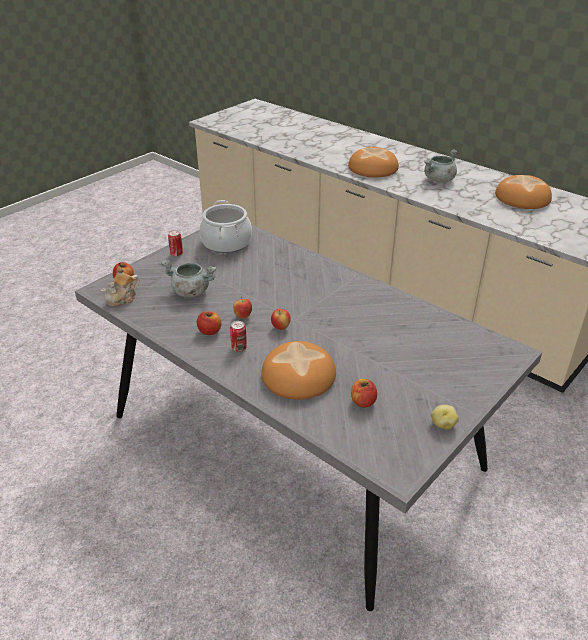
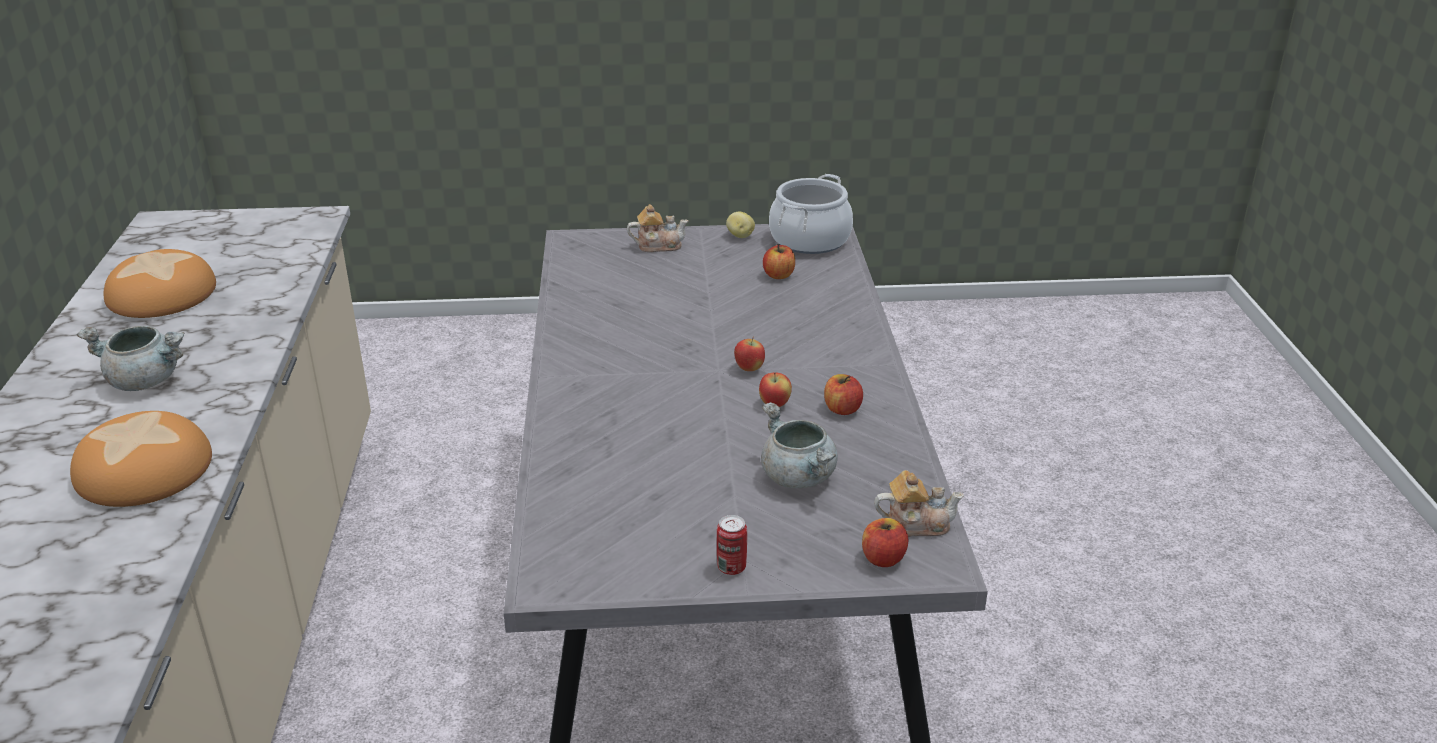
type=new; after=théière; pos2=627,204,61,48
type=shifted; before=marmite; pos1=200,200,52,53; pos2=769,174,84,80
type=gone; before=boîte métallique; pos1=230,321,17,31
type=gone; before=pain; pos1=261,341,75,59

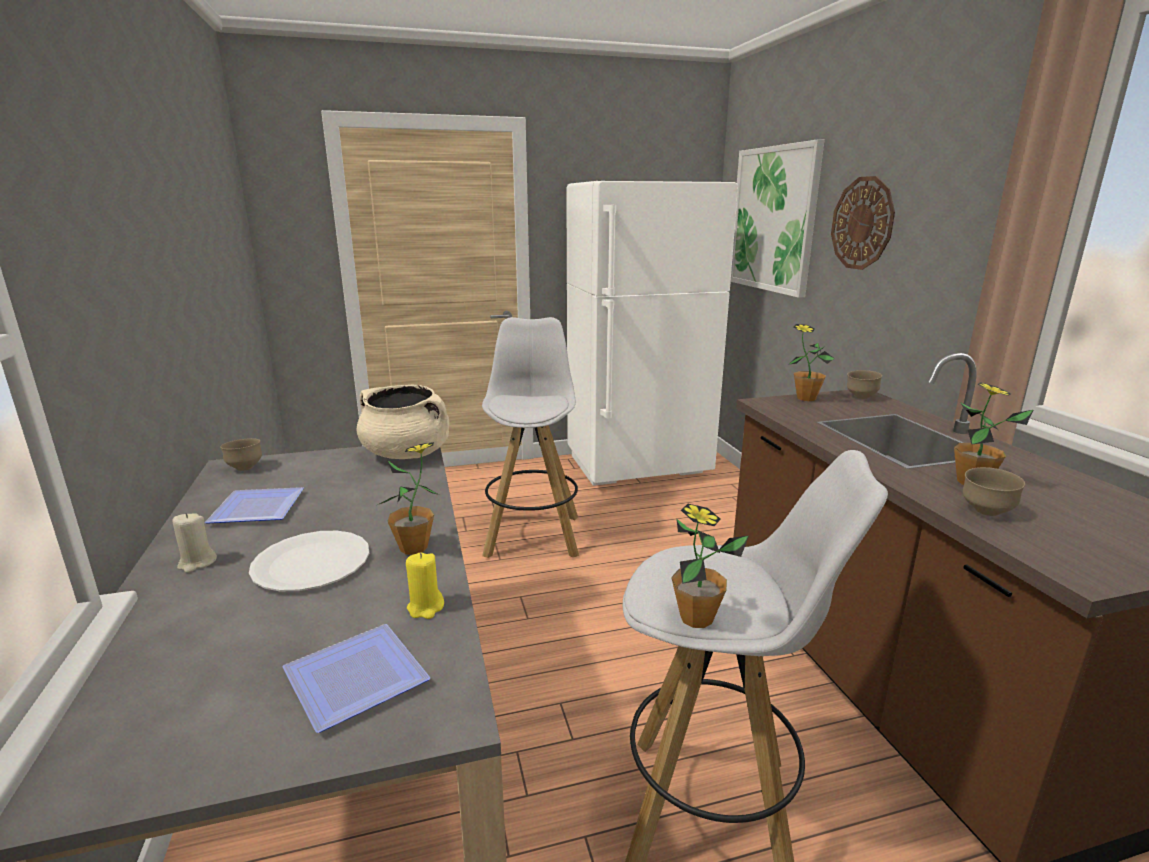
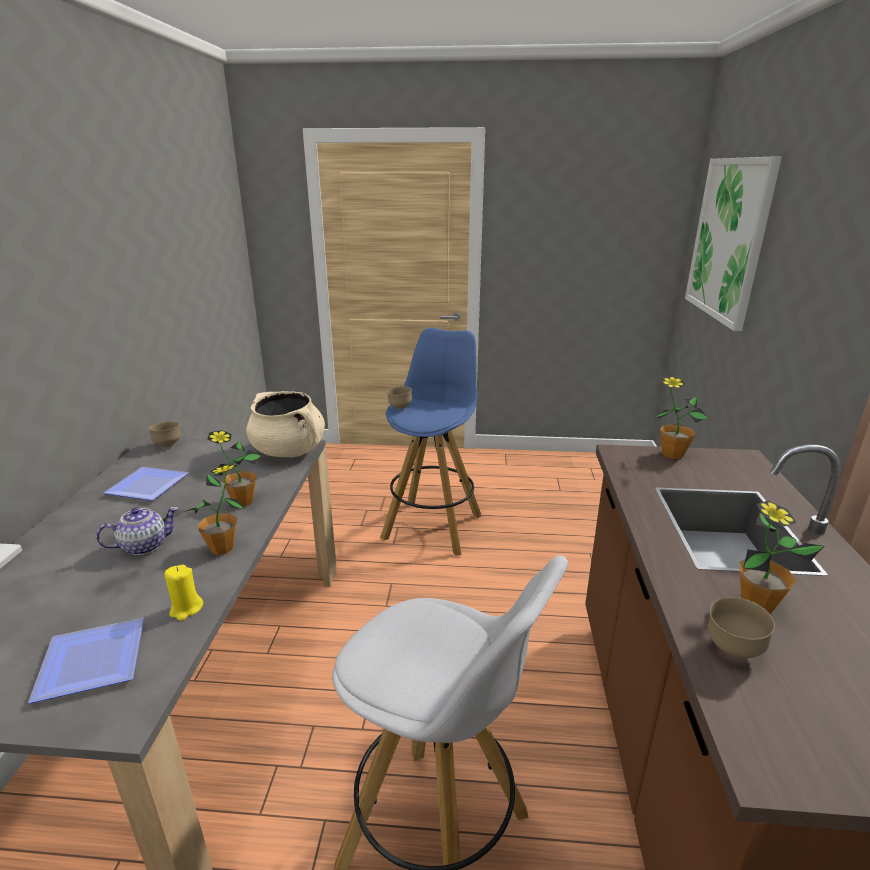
type=swapped; before=assiette/blanc; after=théière; pos1=249,531,120,60; pos2=96,507,83,48
type=shifted; before=plante en pot; pos1=671,504,78,124; pos2=207,430,53,77
type=repainted; before=tabouret/blanc; after=tabouret/bleu; pos1=482,317,97,241; pos2=380,327,102,229
type=shifted; before=bol/marron; pos1=847,370,35,29; pos2=387,386,25,23
type=gone; before=bougie/beige; pos1=172,513,45,60
type=gone; before=réfrigérateur/blanc; pos1=566,181,172,305
type=gone; before=horloge murale; pos1=831,176,64,94

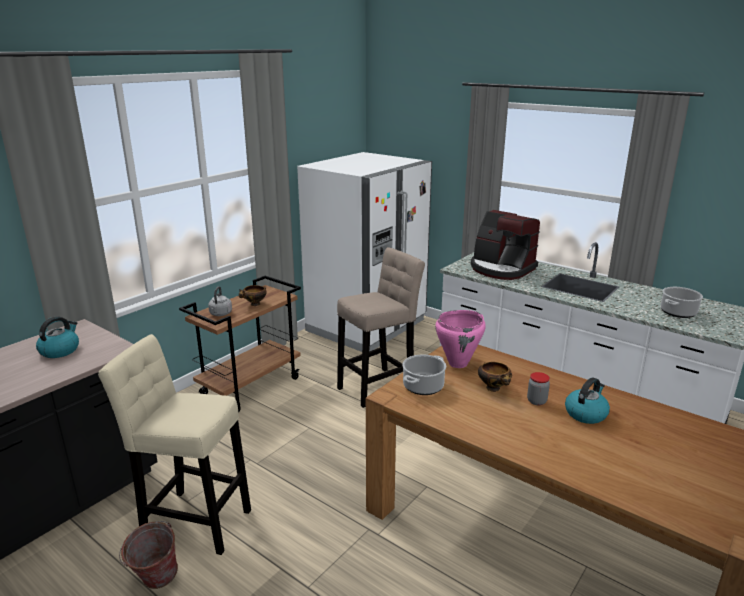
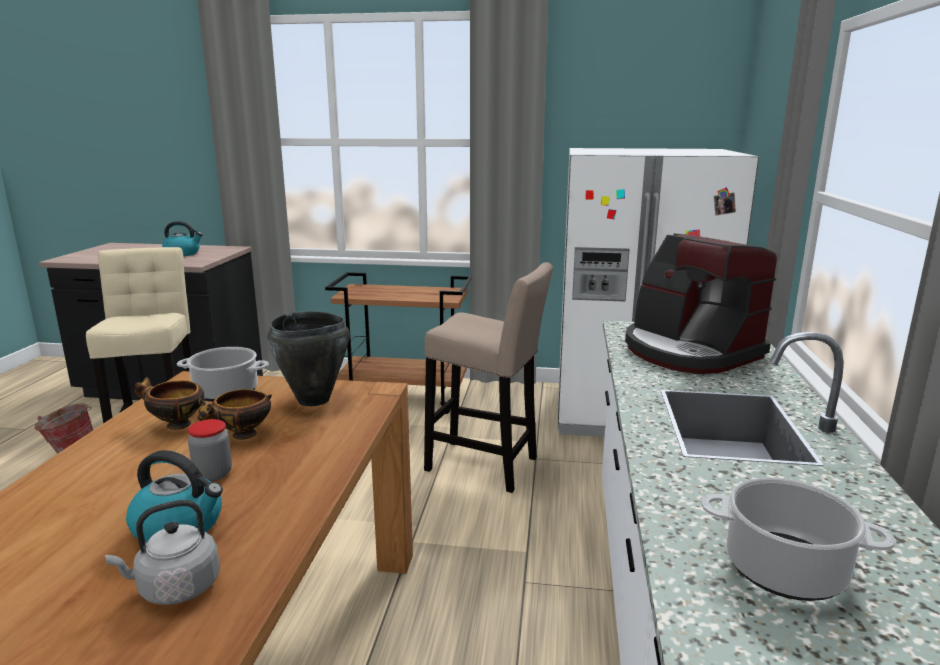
type=shifted; before=bouilloire/gris; pos1=208,286,24,30; pos2=105,500,115,105
type=shifted; before=bol; pos1=239,285,28,21; pos2=134,377,71,53
type=repainted; before=marmite/rose; after=marmite/noir; pos1=435,310,51,58; pos2=267,311,83,95
type=rotated; before=machine à café; pos1=471,210,69,70; pos2=625,234,152,140; turn=-45

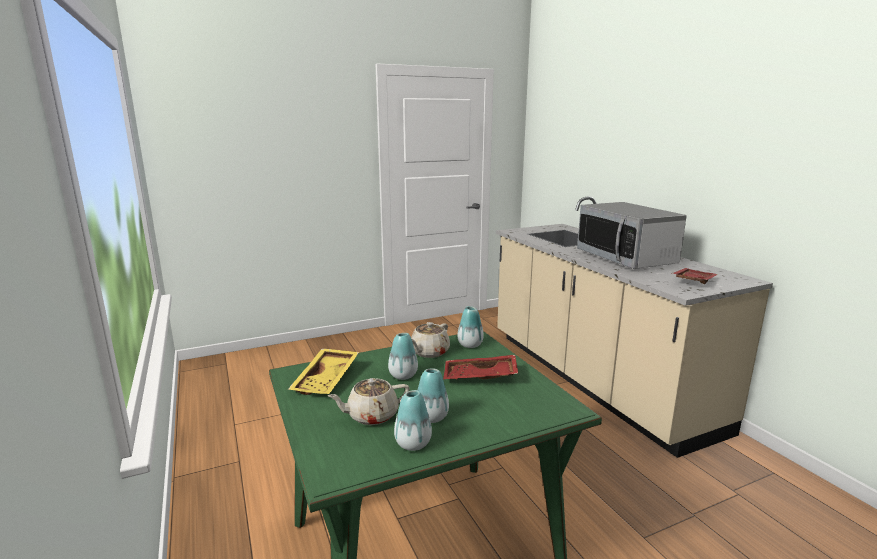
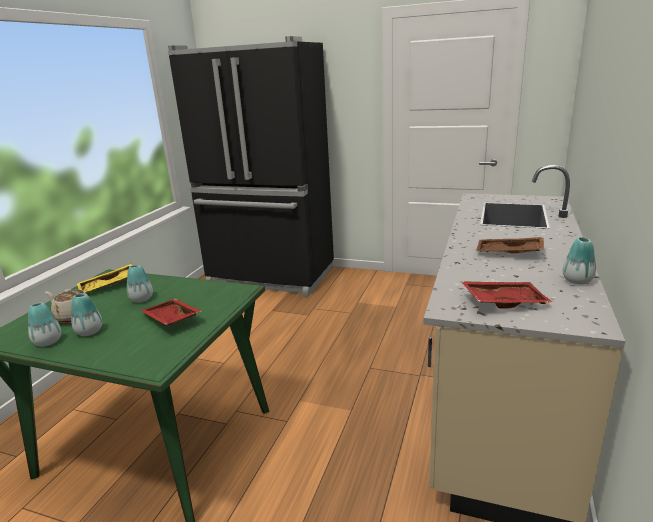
type=new; after=réfrigérateur/noir; pos2=168,36,166,260
type=swapped; before=micro-ondes; after=plateau/marron; pos1=577,202,110,67; pos2=476,237,68,16
type=shifted; before=vase; pos1=457,306,27,42; pos2=563,237,33,47
type=gone; before=théière/beige; pos1=411,322,39,36

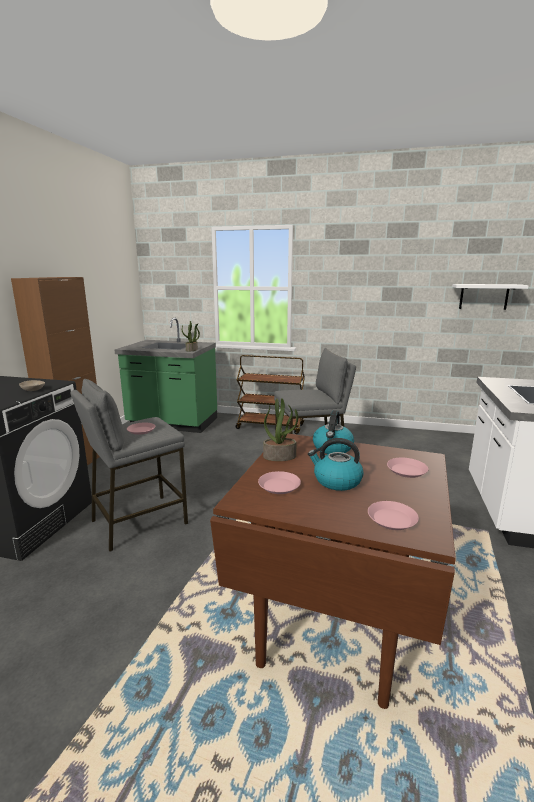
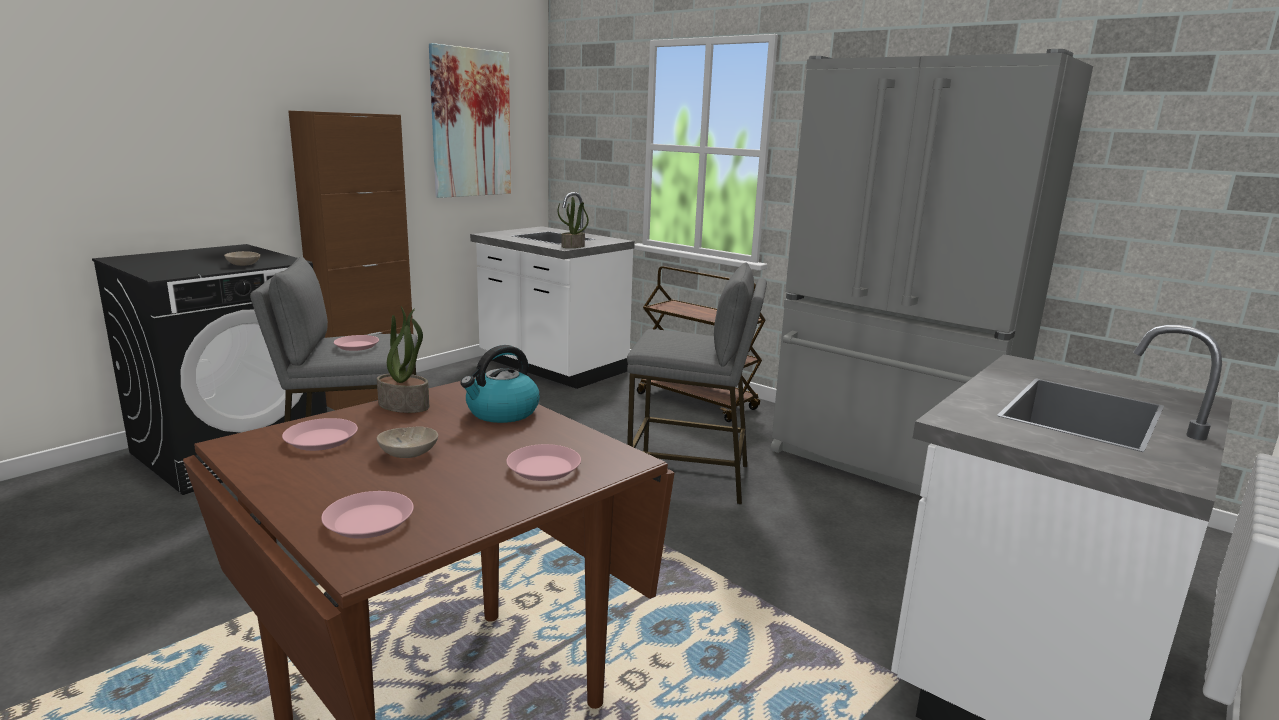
type=swapped; before=bouilloire; after=bol/beige; pos1=308,438,56,53; pos2=377,426,61,32
type=new; after=tableau; pos2=429,43,82,155
type=repainted; before=comptoir de cuisine/vert; after=comptoir de cuisine/blanc; pos1=115,317,102,116; pos2=470,192,165,197
type=new; after=réfrigérateur/gris; pos2=770,49,323,446
type=gone; before=étagère/blanc; pos1=452,284,77,26

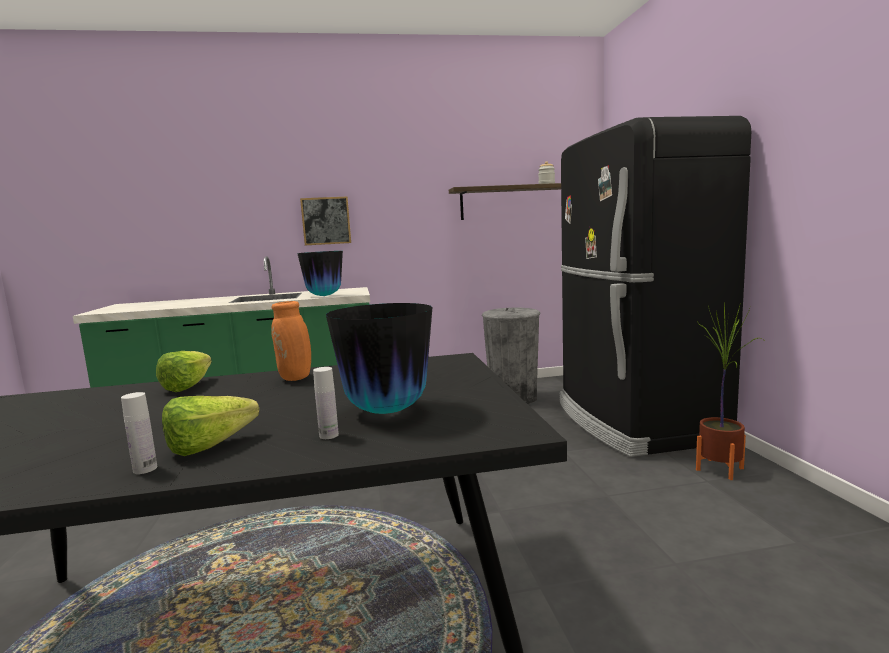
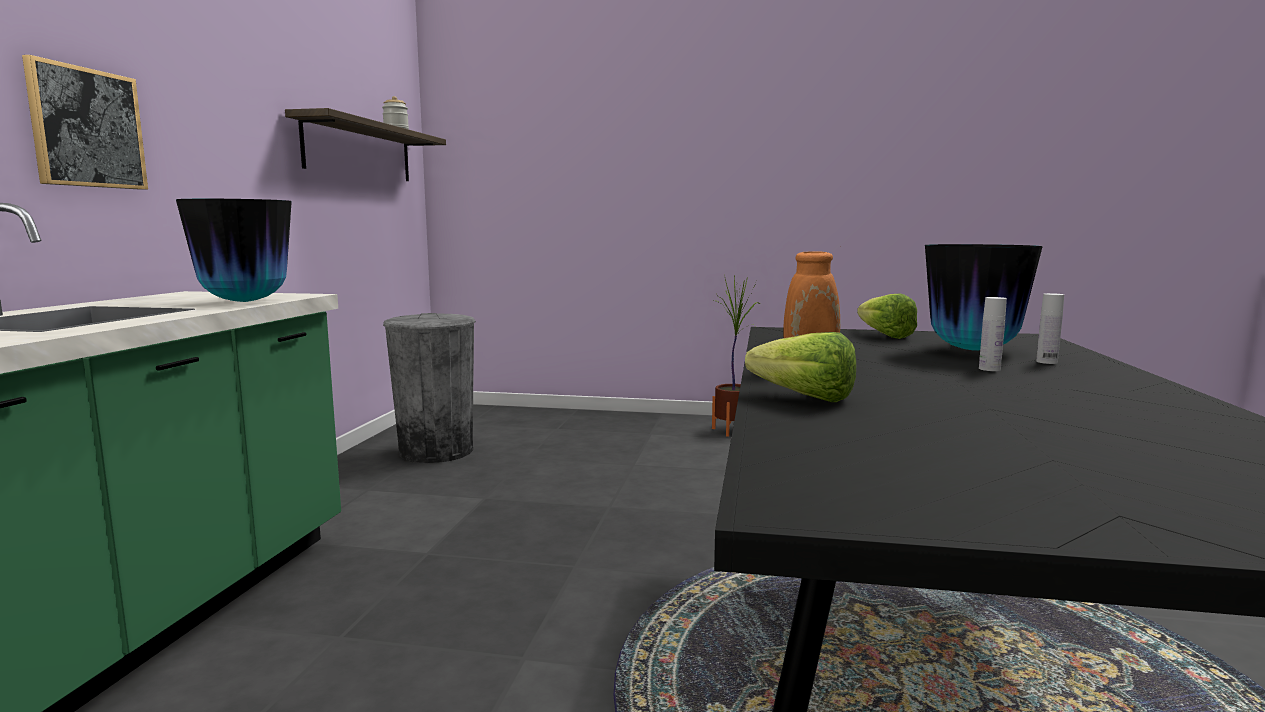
type=shifted; before=laitue; pos1=162,396,97,60; pos2=857,293,60,46
type=shifted; before=bouteille/blanc; pos1=121,392,36,82; pos2=979,297,28,74
type=gone; before=réfrigérateur/noir; pos1=560,116,191,341

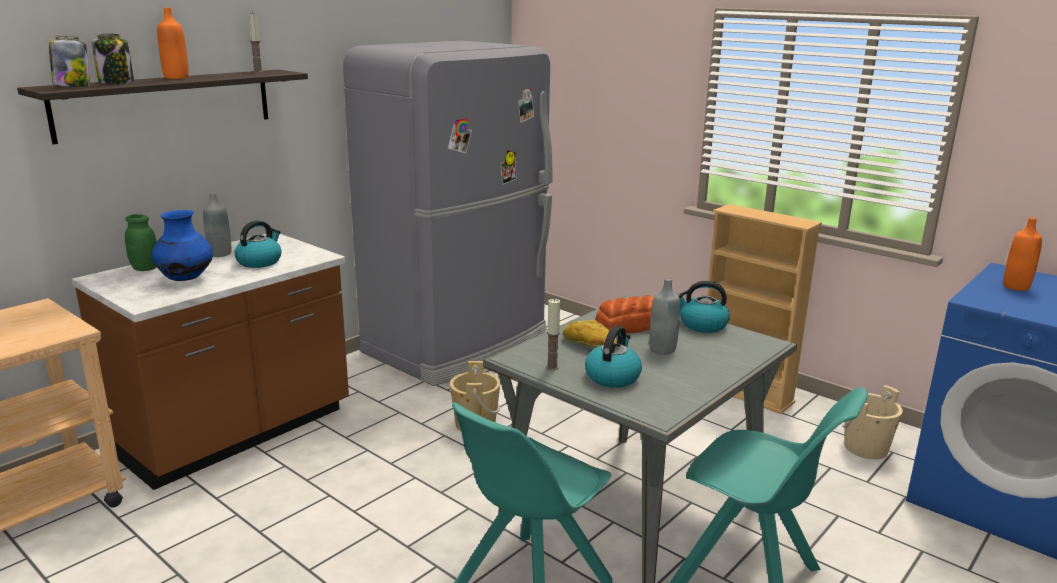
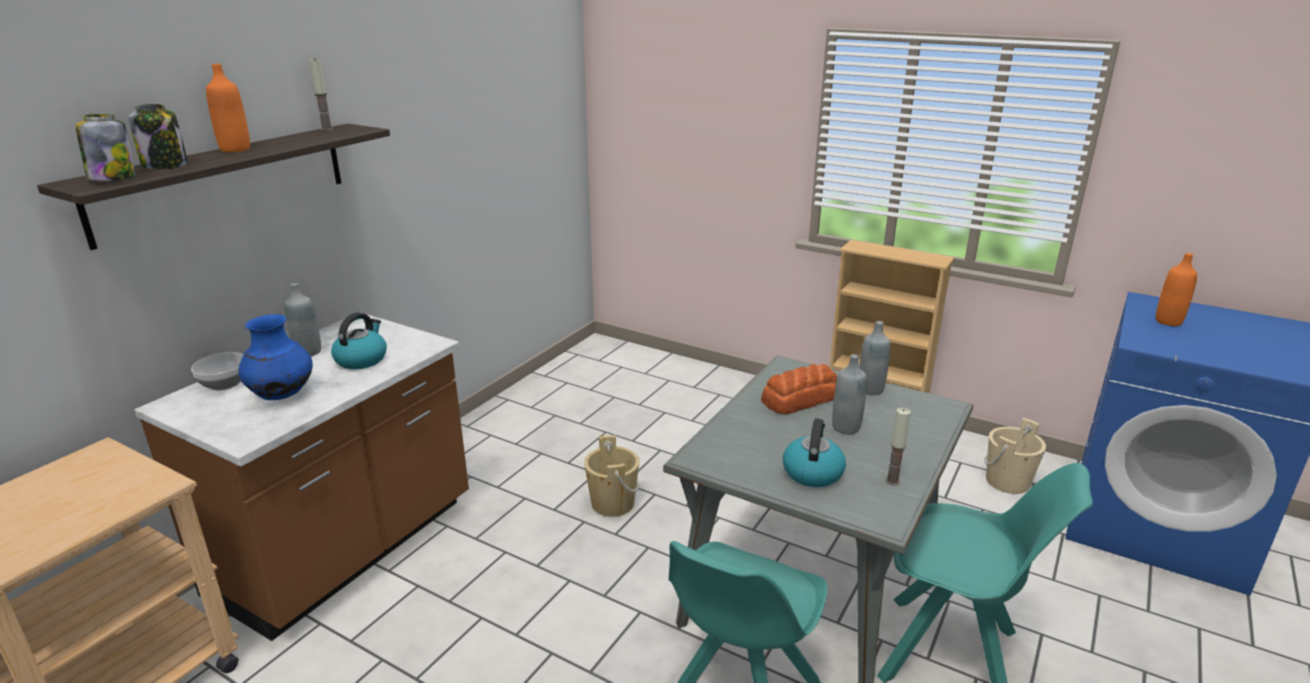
type=swapped; before=bocal/vert; after=bol; pos1=125,214,32,57; pos2=191,352,53,38
type=swapped; before=bouilloire; after=bouteille/gris; pos1=677,281,53,52; pos2=859,321,31,74
type=shifted; before=bougie; pos1=546,299,14,71; pos2=886,408,25,77
type=gone; before=réfrigérateur/gris; pos1=343,41,210,345
type=gone; before=pain; pos1=563,320,54,28

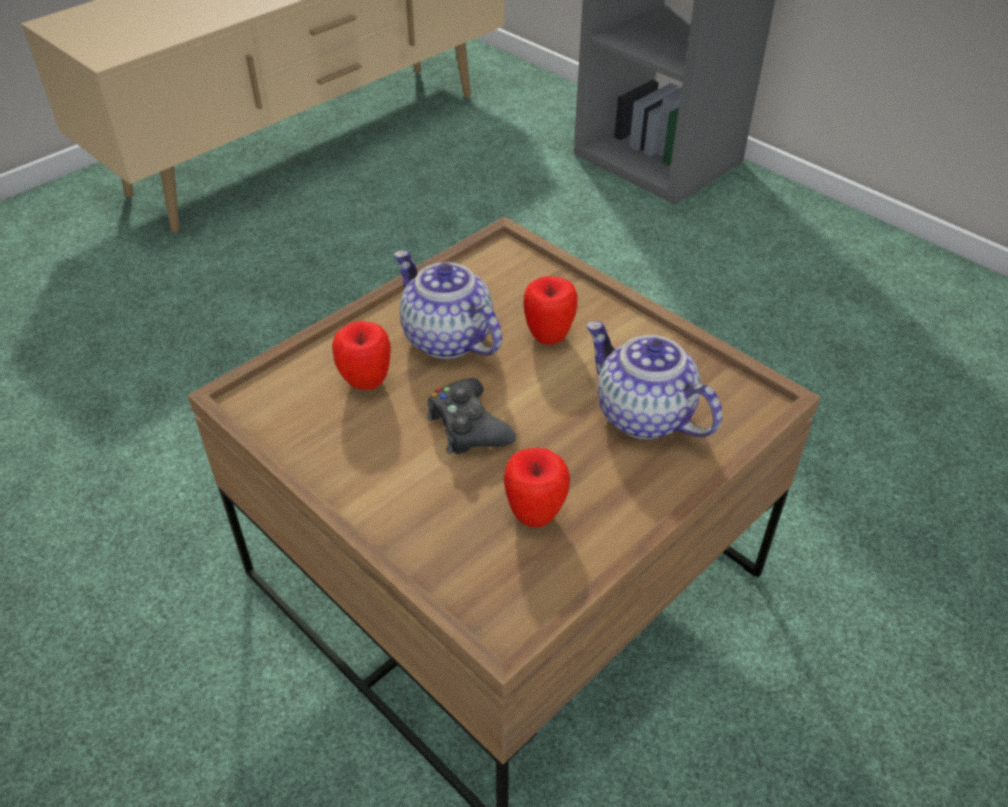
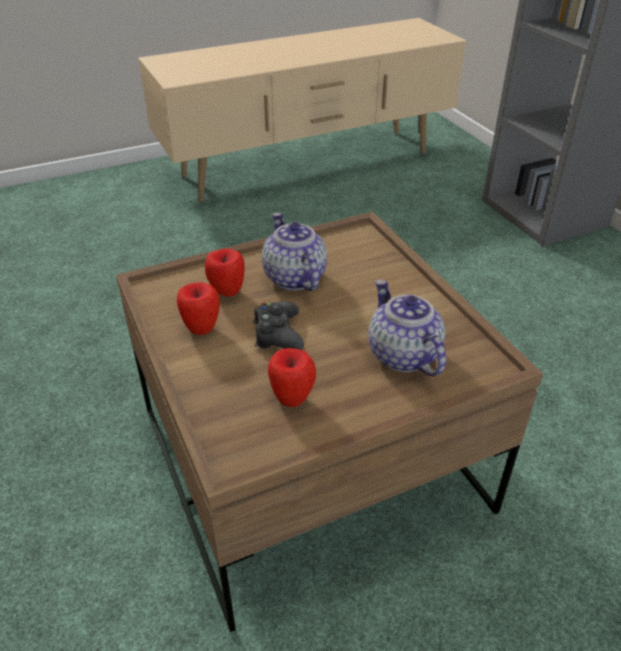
type=shifted; before=pomme; pos1=523,276,55,69; pos2=177,282,43,53

